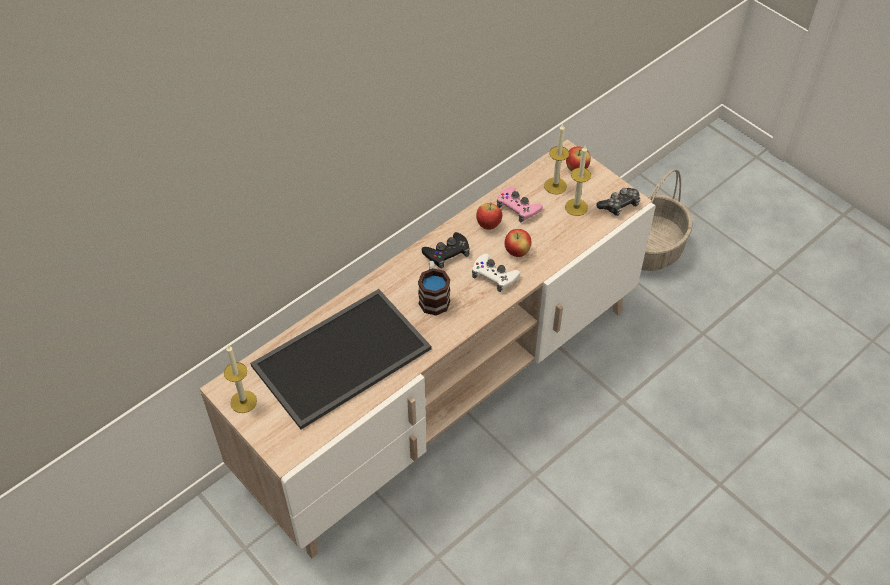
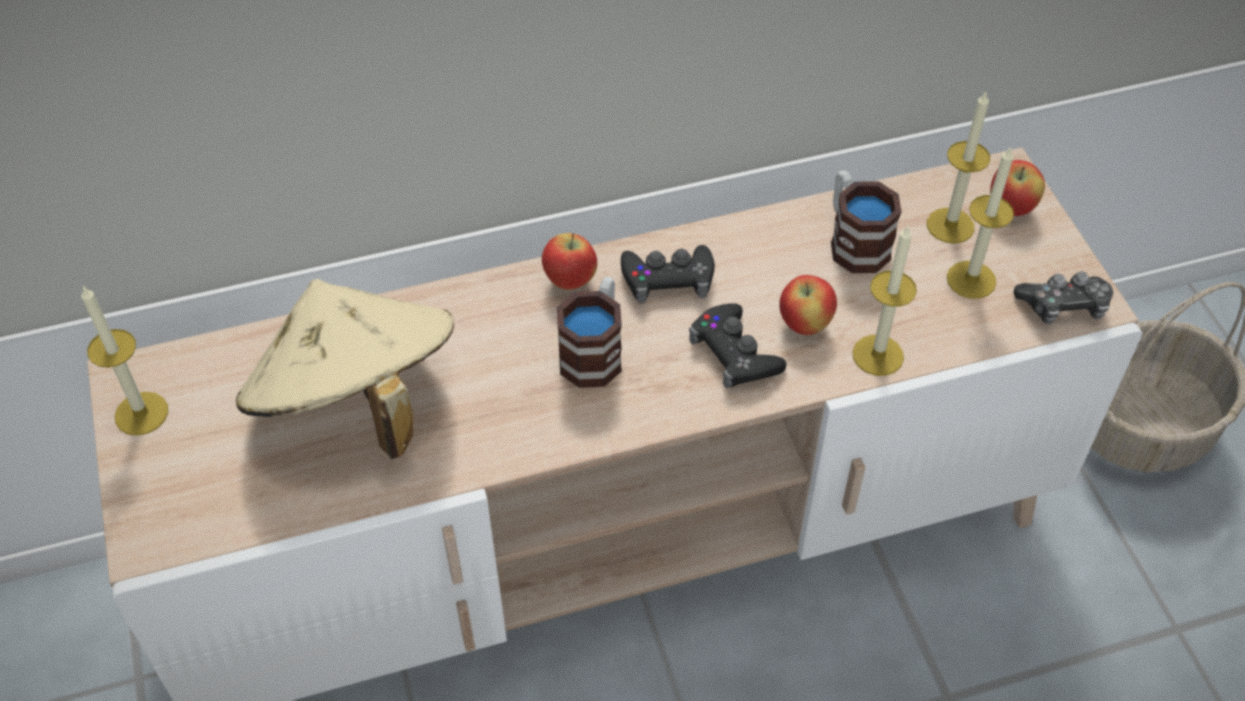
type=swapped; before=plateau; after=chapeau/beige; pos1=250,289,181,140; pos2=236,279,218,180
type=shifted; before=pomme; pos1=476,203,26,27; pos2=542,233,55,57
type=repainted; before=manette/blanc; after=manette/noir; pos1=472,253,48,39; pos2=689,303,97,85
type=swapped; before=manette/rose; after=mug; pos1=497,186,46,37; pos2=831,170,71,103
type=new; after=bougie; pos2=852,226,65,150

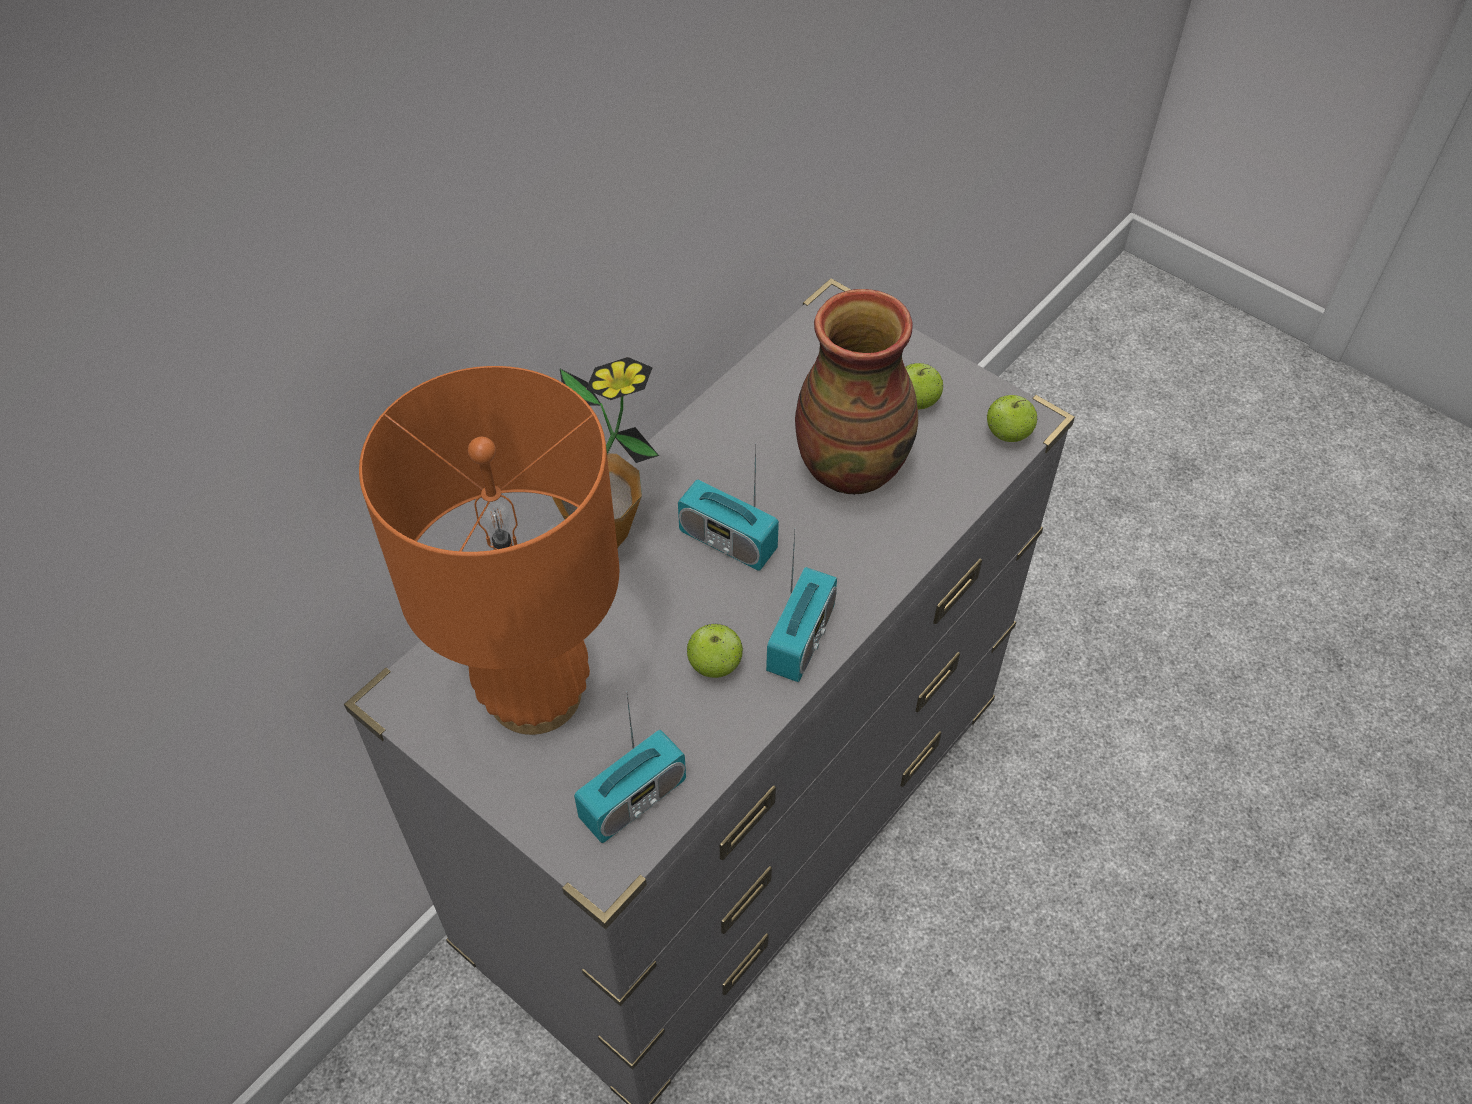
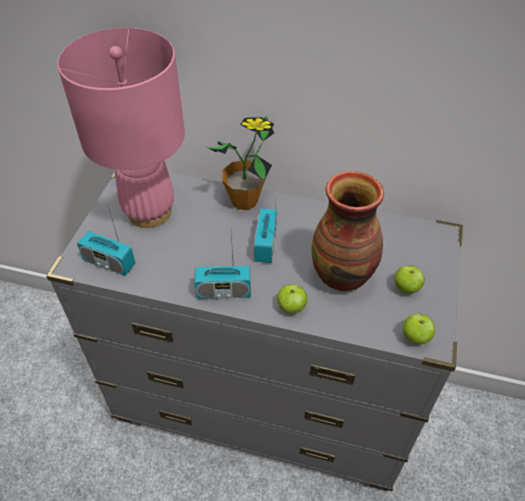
type=repainted; before=lampe de table/orange; after=lampe de table/rose; pos1=359,366,261,369; pos2=57,28,128,200
type=shifted; before=pomme; pos1=687,623,56,55; pos2=277,284,31,29

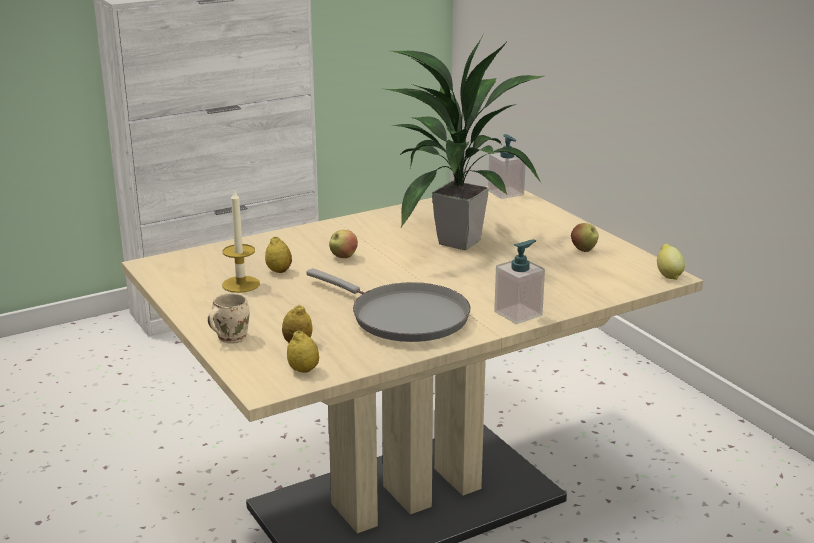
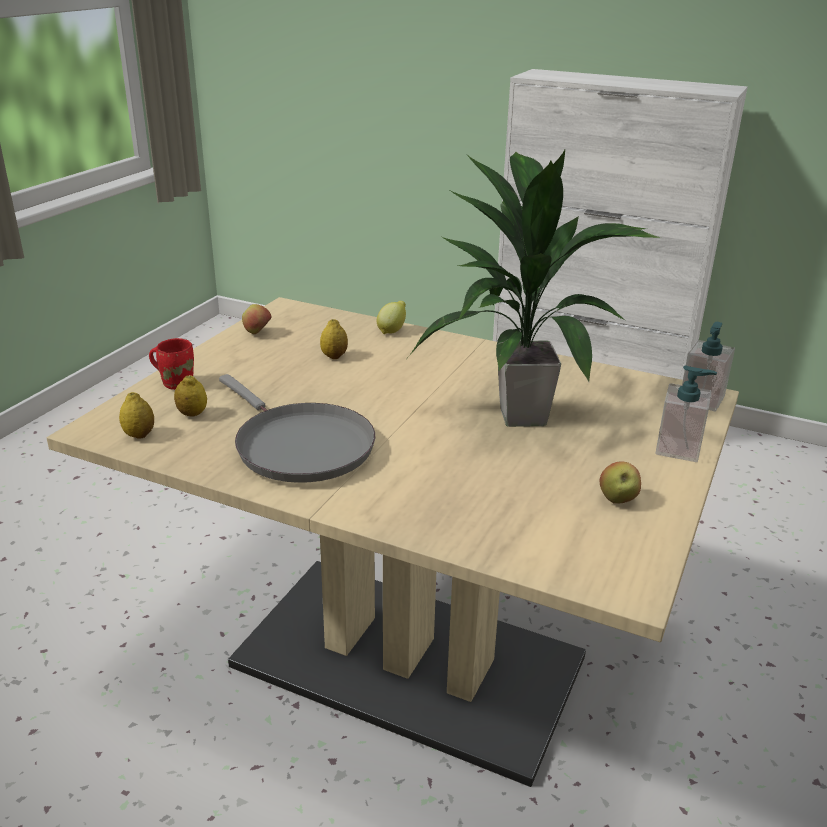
type=repainted; before=mug/beige; after=mug/rouge; pos1=208,293,41,51; pos2=149,338,45,52
type=rotated; before=poêle/gris; pos1=306,268,165,74; pos2=219,374,156,109; turn=-45
type=shifted; before=pomme; pos1=329,230,29,28; pos2=242,304,30,30
type=shifted; before=citron; pos1=657,244,28,36; pos2=377,301,29,33
type=shifted; before=distributeur de savon; pos1=494,240,51,84; pos2=655,366,62,96
type=gone; before=bougie; pos1=222,188,38,105

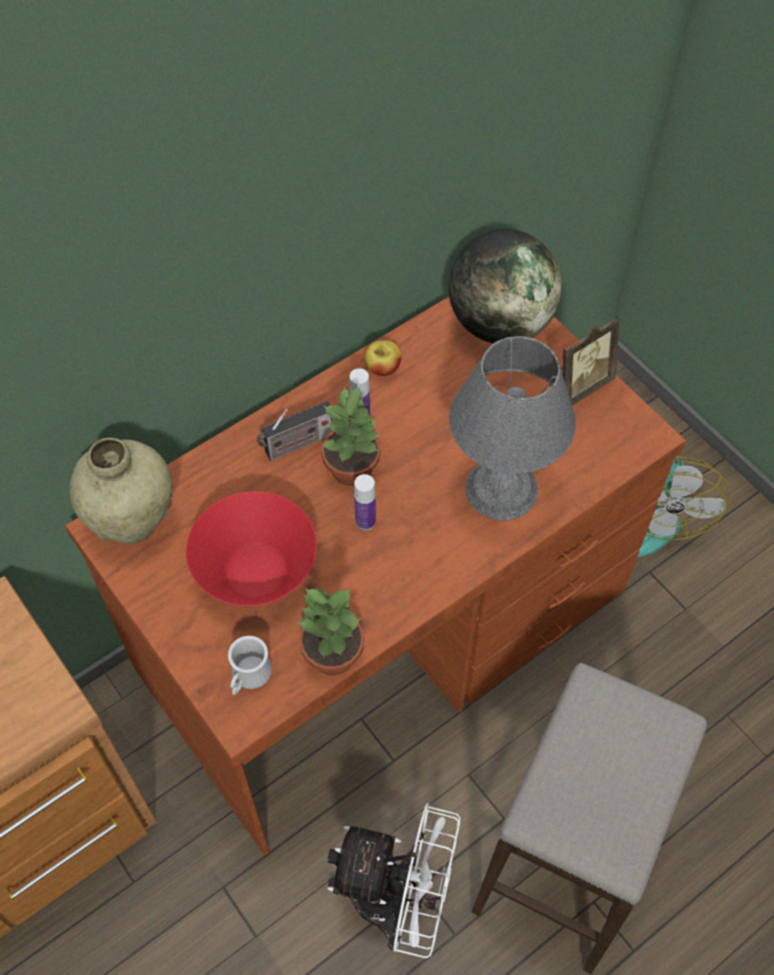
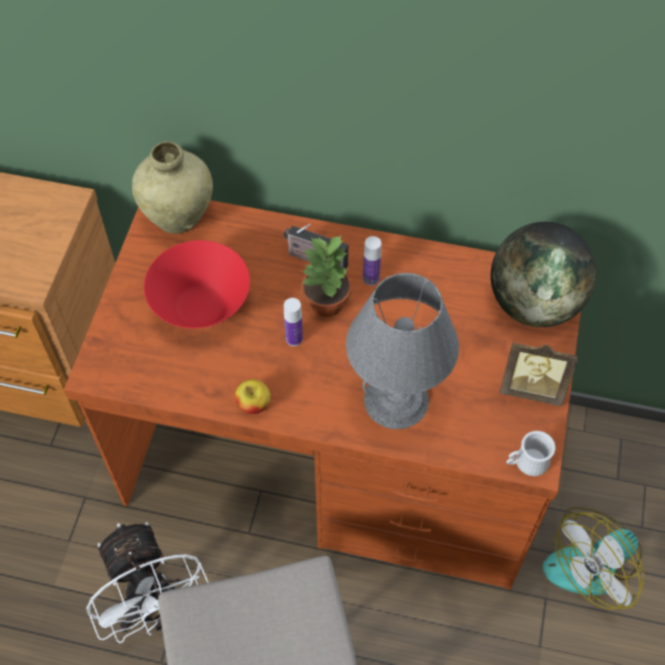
type=shifted; before=pomme; pos1=365,340,37,36; pos2=235,379,36,35
type=shifted; before=mug/blanc; pos1=228,636,44,59; pos2=506,431,50,45
type=gone; before=plante en pot; pos1=298,587,66,88

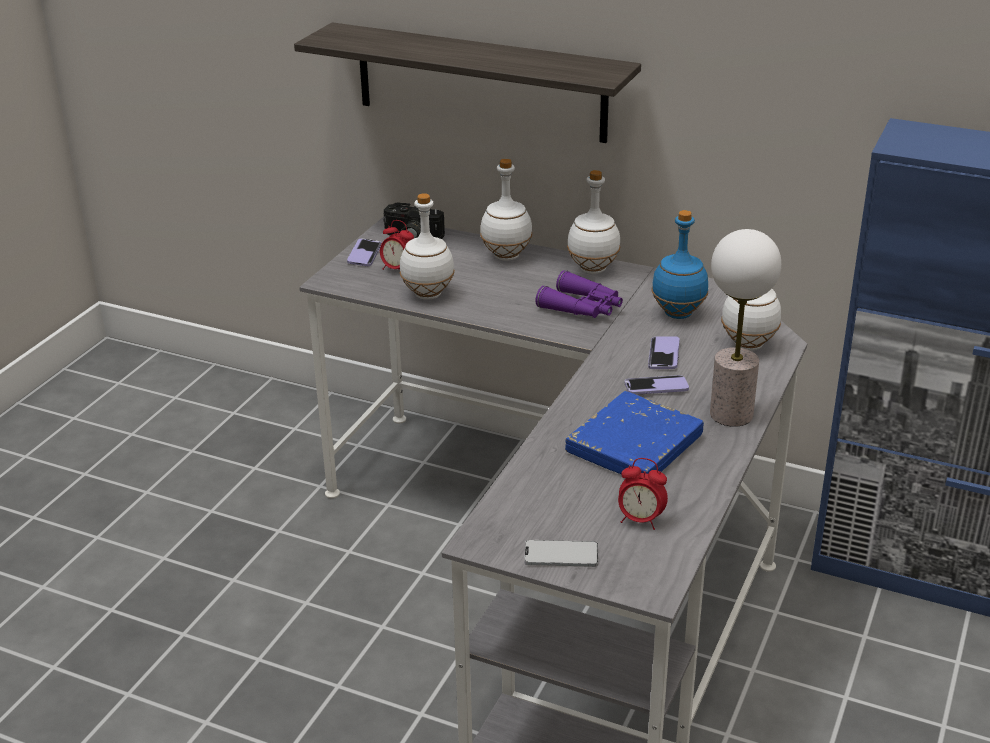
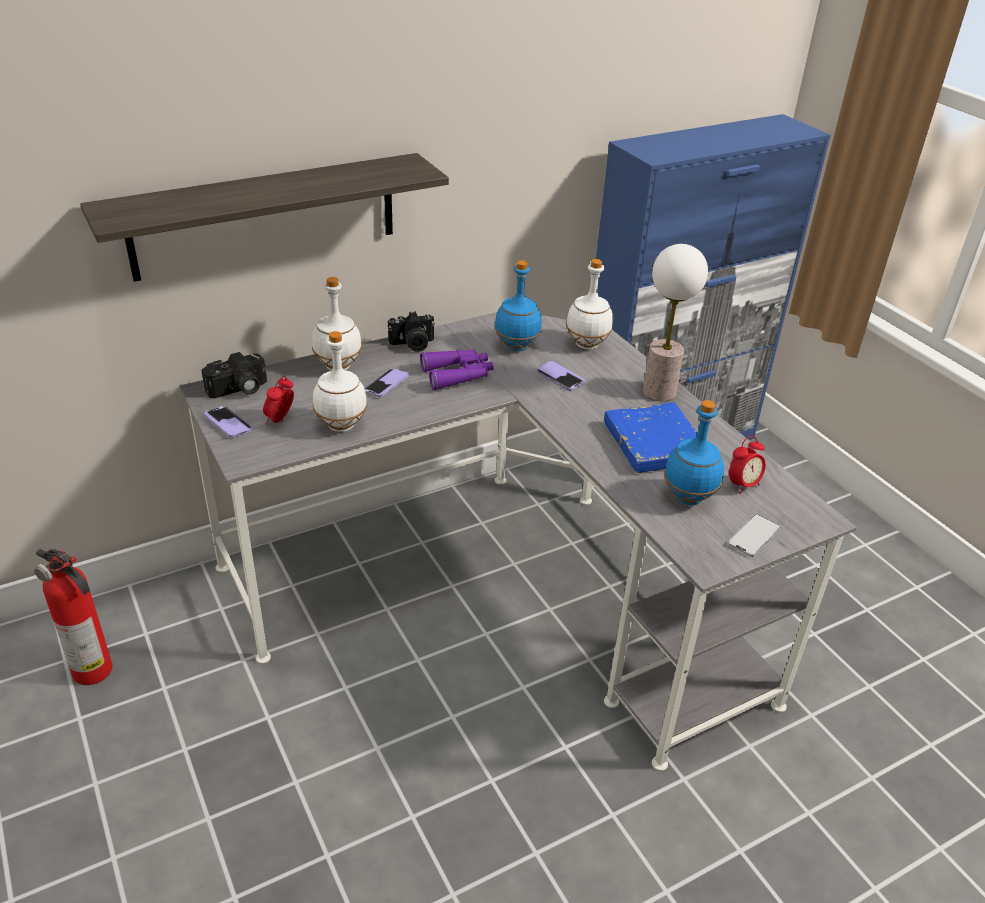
type=new; after=extincteur; pos2=34,549,79,136
type=rotated; before=réveil; pos1=380,220,34,50; pos2=263,376,31,49; turn=135
type=shifted; before=téléphone; pos1=625,375,64,20; pos2=364,369,45,28
type=swapped; before=bouteille/blanc; after=appareil photo; pos1=567,170,54,104; pos2=388,311,47,41
type=new; after=bouteille/bleu; pos2=664,400,60,105

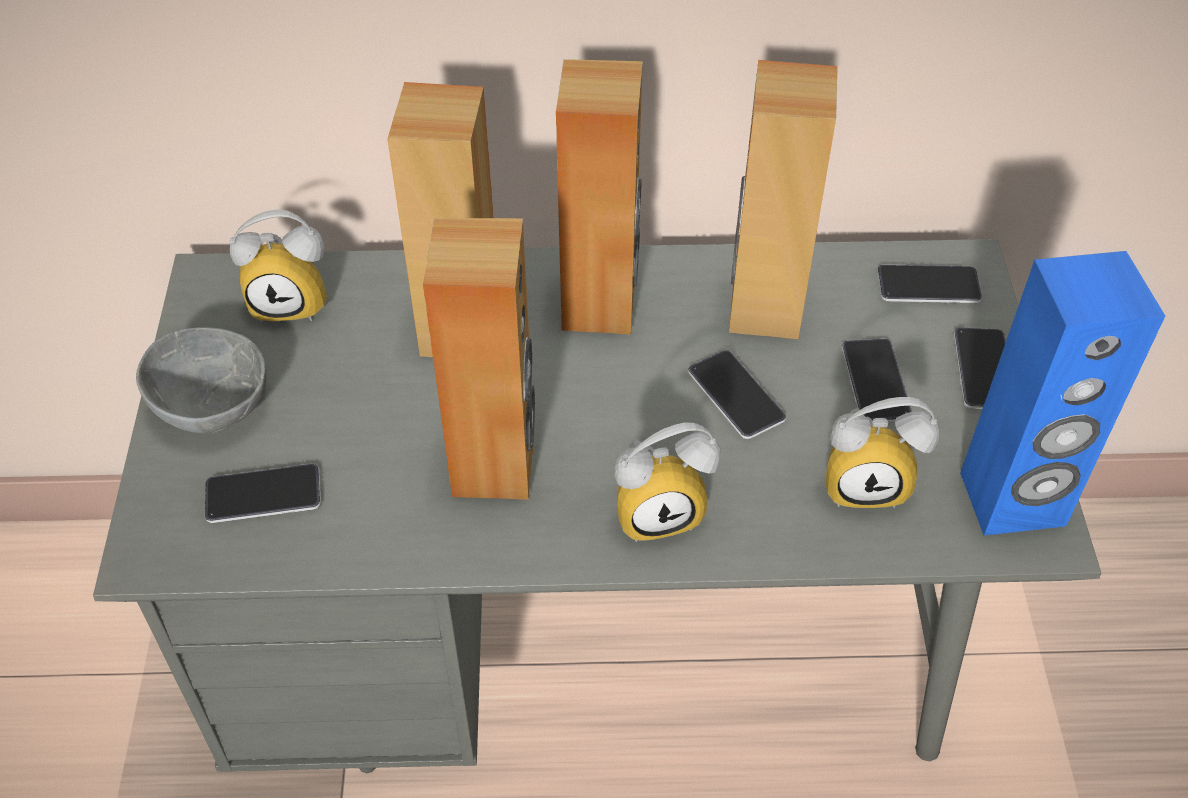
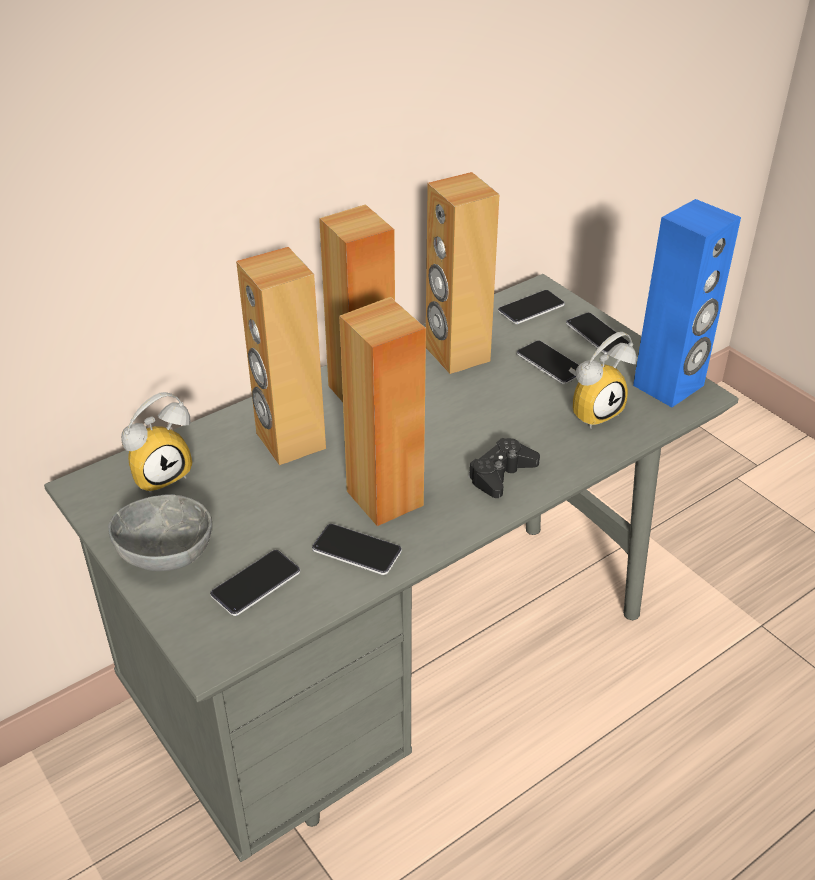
type=shifted; before=téléphone; pos1=688,350,98,89; pos2=312,524,90,51
type=swapped; before=réveil; after=manette/noir; pos1=614,423,107,119; pos2=468,438,72,60

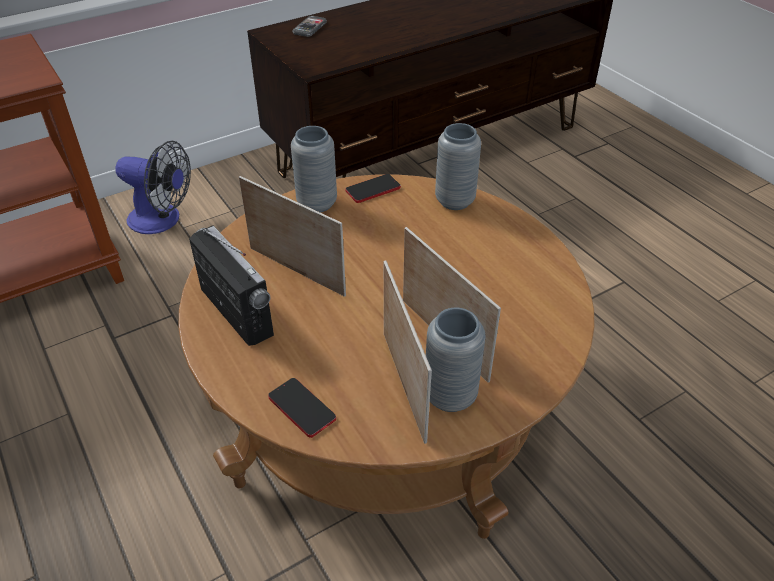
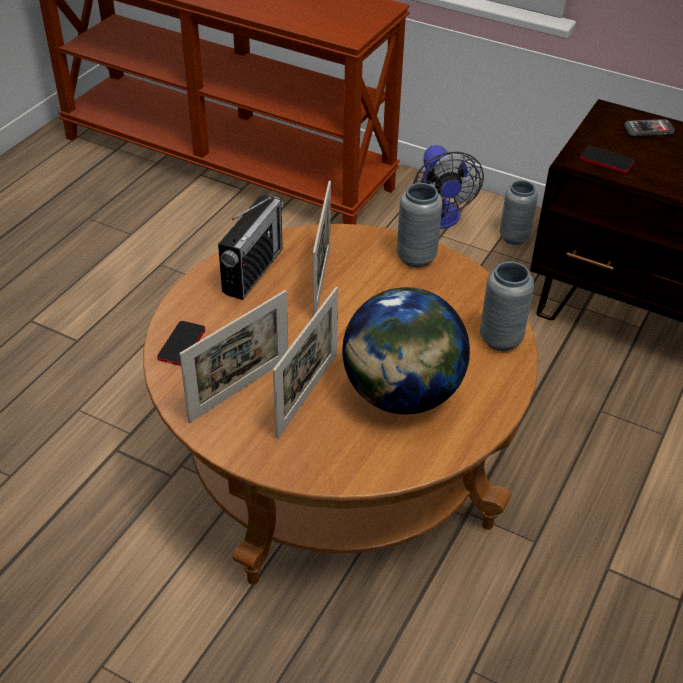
type=new; after=globe; pos2=342,287,128,127
type=shifted; before=vase/gris; pos1=426,308,60,104; pos2=500,180,38,65
type=shifted; before=téléphone; pos1=345,174,56,29; pos2=580,146,55,27

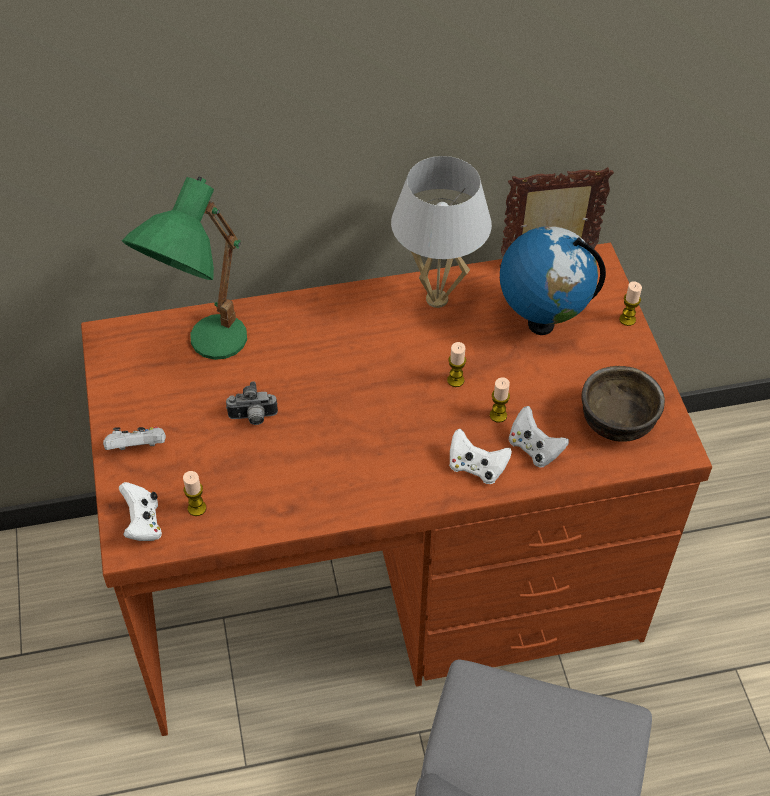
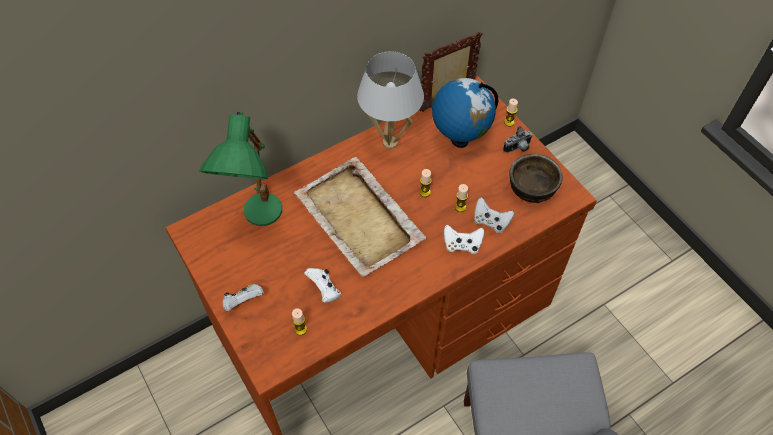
type=new; after=plateau/beige; pos2=294,157,132,120
type=shifted; before=manette/blanc; pos1=119,482,43,59; pos2=304,268,37,35
type=shifted; before=appareil photo; pos1=226,381,52,44; pos2=503,126,30,27

